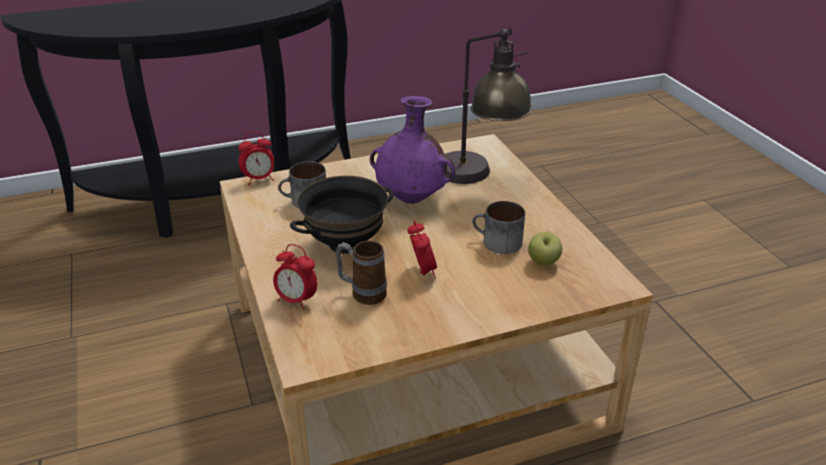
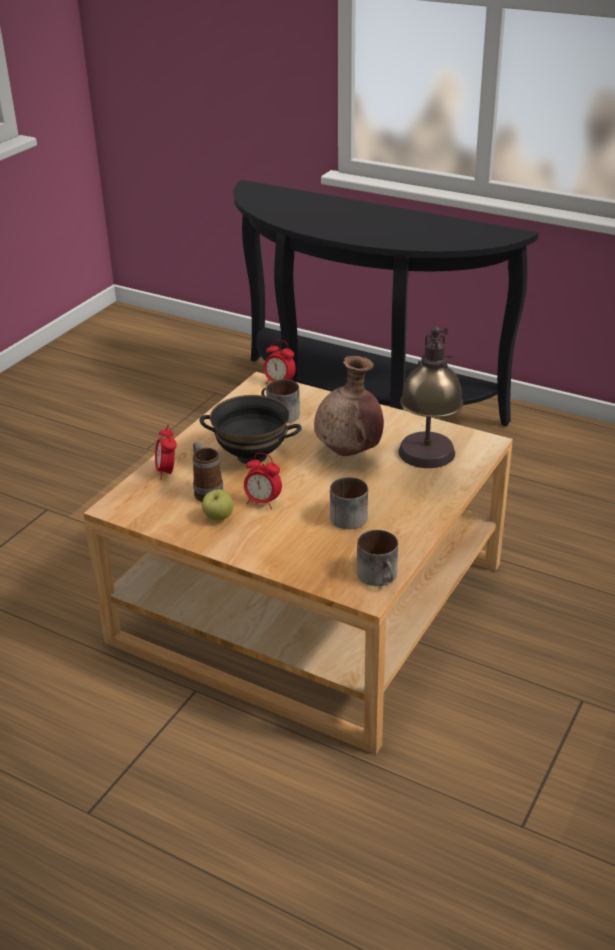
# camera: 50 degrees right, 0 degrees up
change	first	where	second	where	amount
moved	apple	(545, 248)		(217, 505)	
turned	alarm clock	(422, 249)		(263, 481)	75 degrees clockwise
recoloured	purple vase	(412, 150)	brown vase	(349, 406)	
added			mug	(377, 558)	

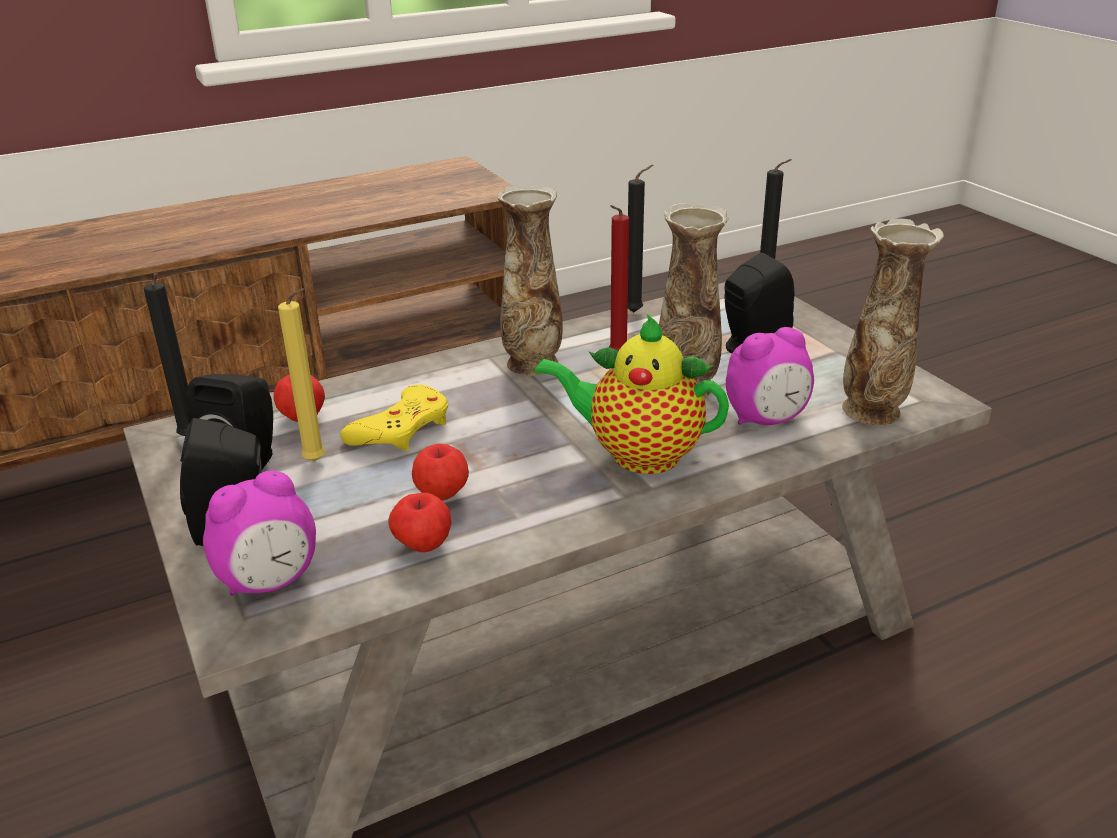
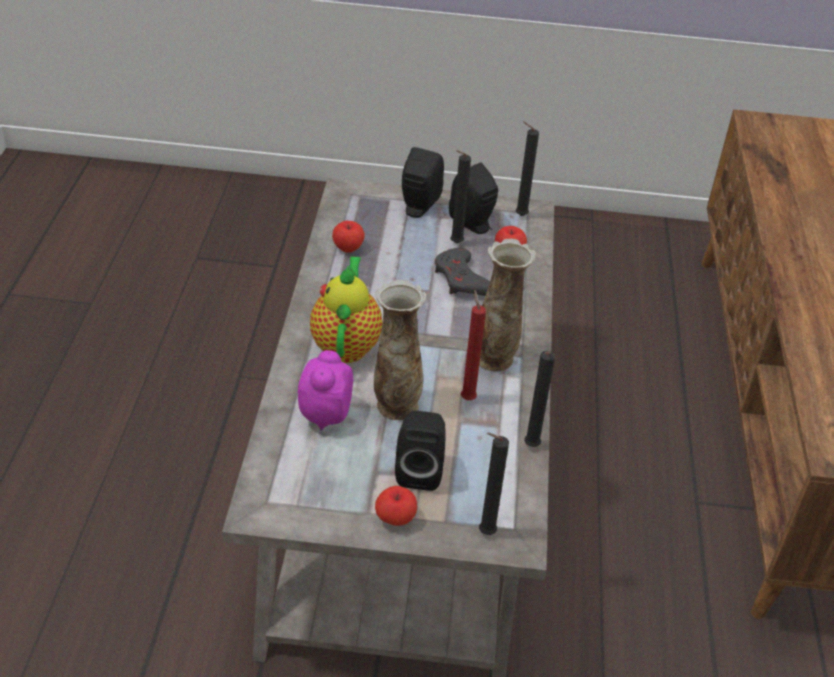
# camera: 120 degrees right, 10 degrees up
change	first	where	second	where	amount
turned	teapot	(631, 394)		(346, 309)	45 degrees counterclockwise
moved	apple	(440, 472)		(396, 506)	
recoloured	yellow game controller	(394, 418)	grey game controller	(462, 272)	
recoloured	yellow candle	(301, 374)	black candle	(460, 196)	
removed	alarm clock	(259, 533)			
removed	vase	(893, 321)			

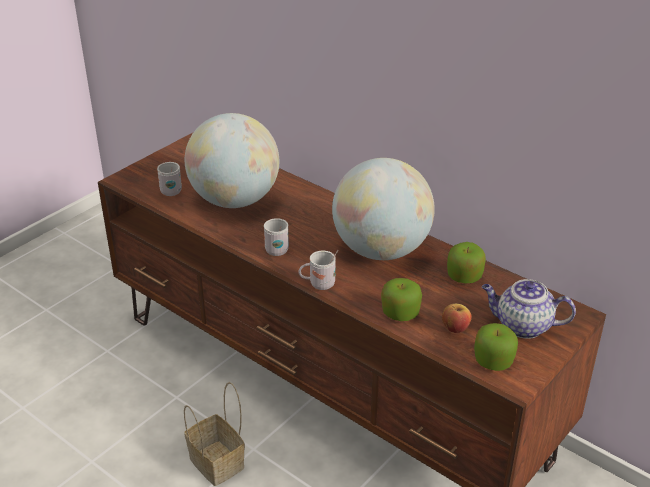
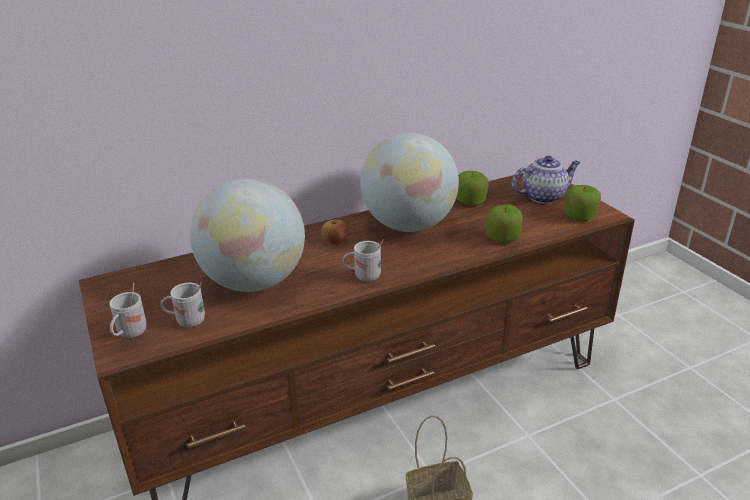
# camera: 65 degrees left, 5 degrees down
change	first	where	second	where	amount
moved	white mug	(318, 270)		(128, 310)	
moved	apple	(457, 318)		(335, 232)	
turned	teapot	(529, 309)		(546, 180)	150 degrees counterclockwise

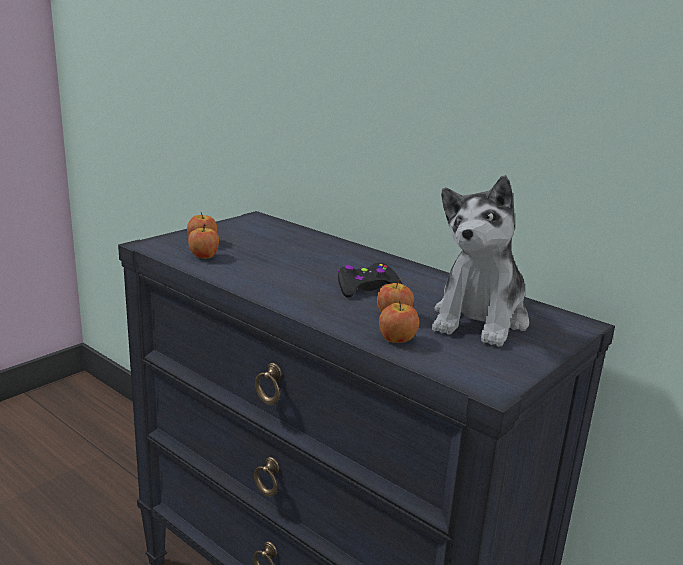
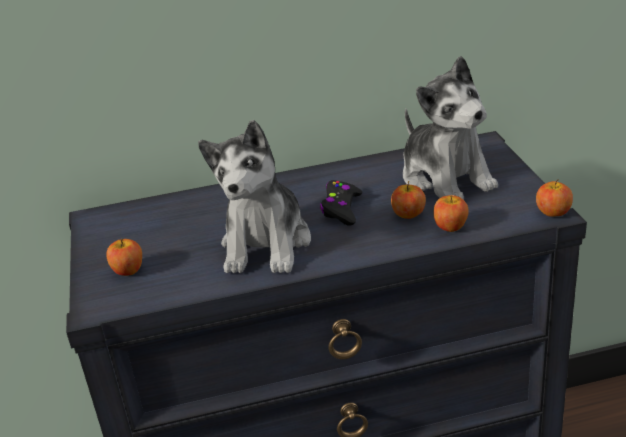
# camera: 50 degrees left, 10 degrees up
change	first	where	second	where	amount
added			plush toy	(254, 196)	
moved	apple	(203, 241)		(554, 198)	

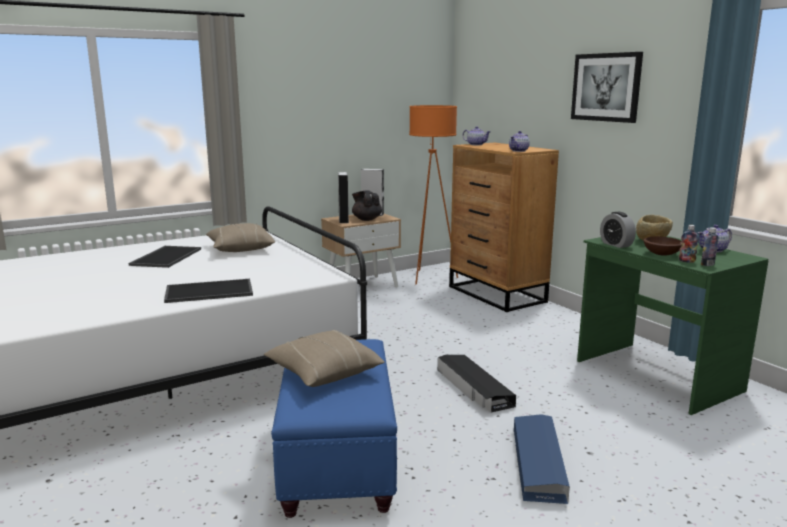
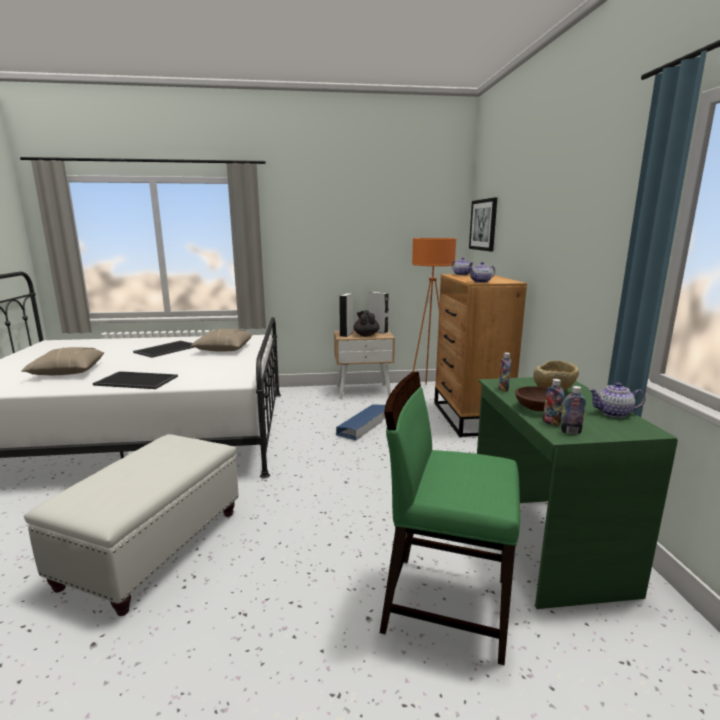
# camera: 25 degrees right, 0 degrees up
change	first	where	second	where	amount
moved	beige pillow	(324, 358)		(62, 361)	
recoloured	blue ottoman	(334, 428)	white ottoman	(131, 525)	
moved	blue storage box	(541, 459)		(360, 422)	
added			green chair	(450, 518)	
moved	picture	(607, 87)		(483, 224)	
replaced	alarm clock	(618, 230)	bottle	(505, 372)	
removed	black storage box	(477, 384)			

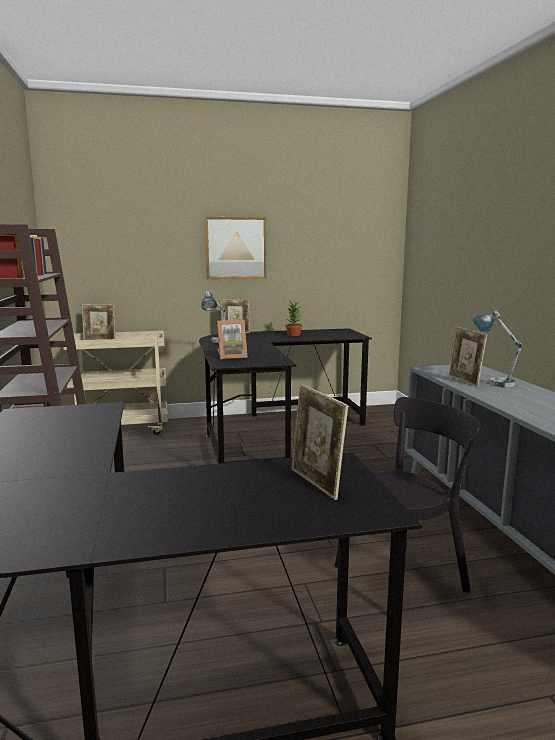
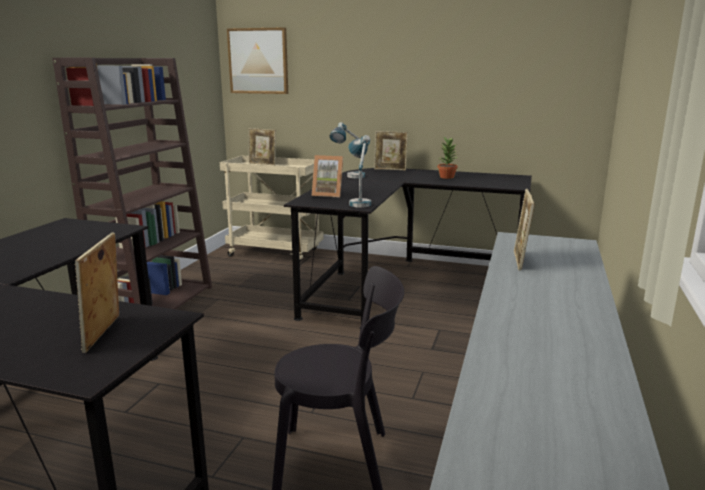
# camera: 30 degrees right, 5 degrees up
change	first	where	second	where	amount
moved	picture	(235, 248)		(257, 60)	
moved	table lamp	(497, 348)		(359, 171)	

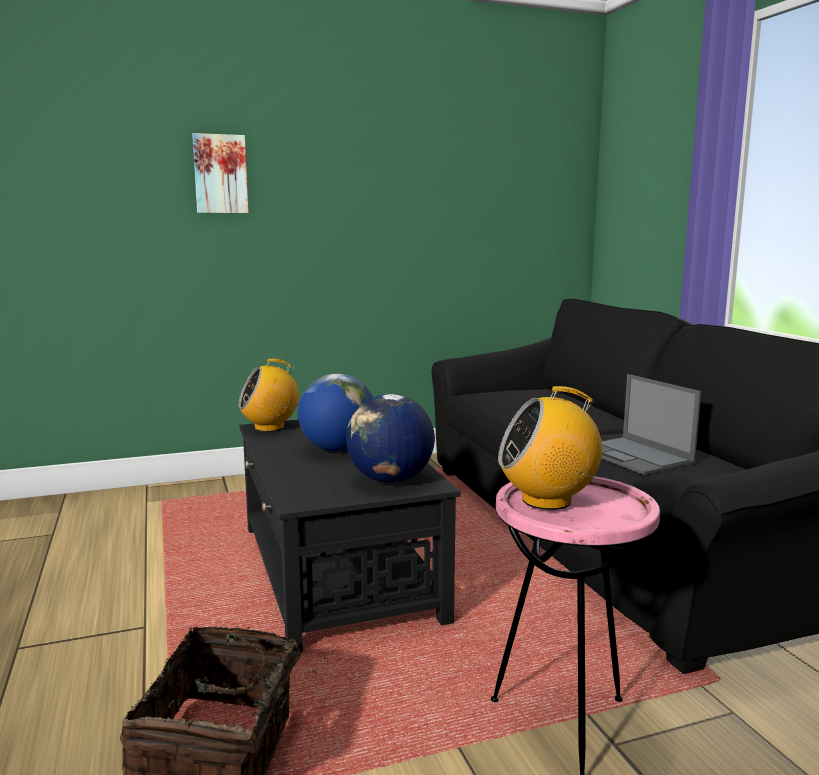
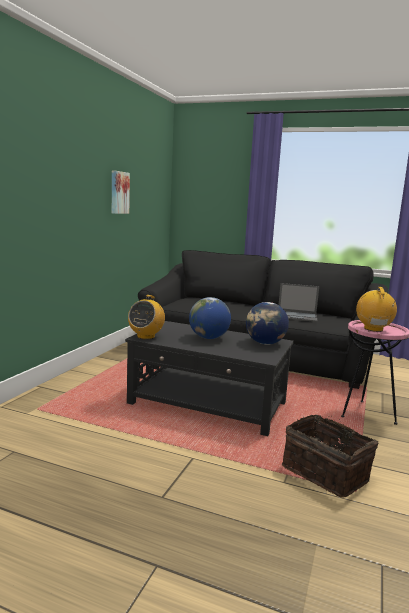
# camera: 50 degrees left, 0 degrees up
change	first	where	second	where	amount
moved	picture	(220, 173)		(121, 192)	
turned	radio	(550, 448)		(376, 309)	150 degrees clockwise

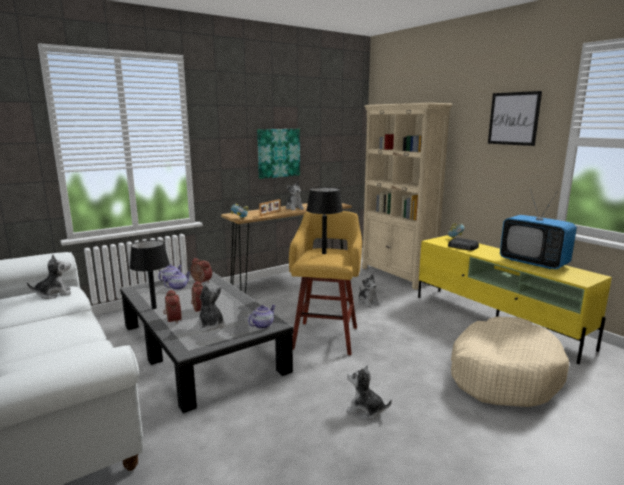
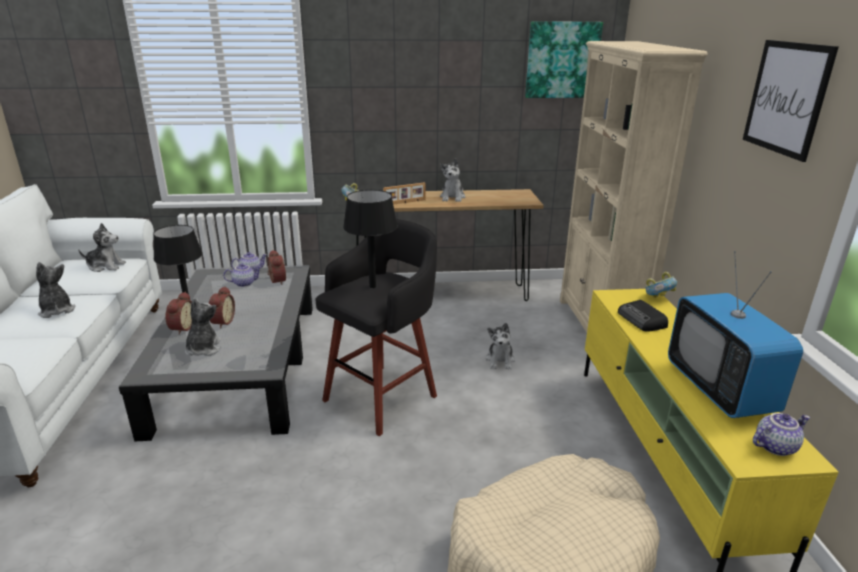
# camera: 30 degrees right, 10 degrees up
change	first	where	second	where	amount
moved	plush toy	(369, 392)		(55, 290)	
recoloured	yellow stool	(325, 283)	black stool	(376, 327)	
moved	picture	(278, 154)		(564, 59)	
moved	teapot	(262, 317)		(781, 434)	

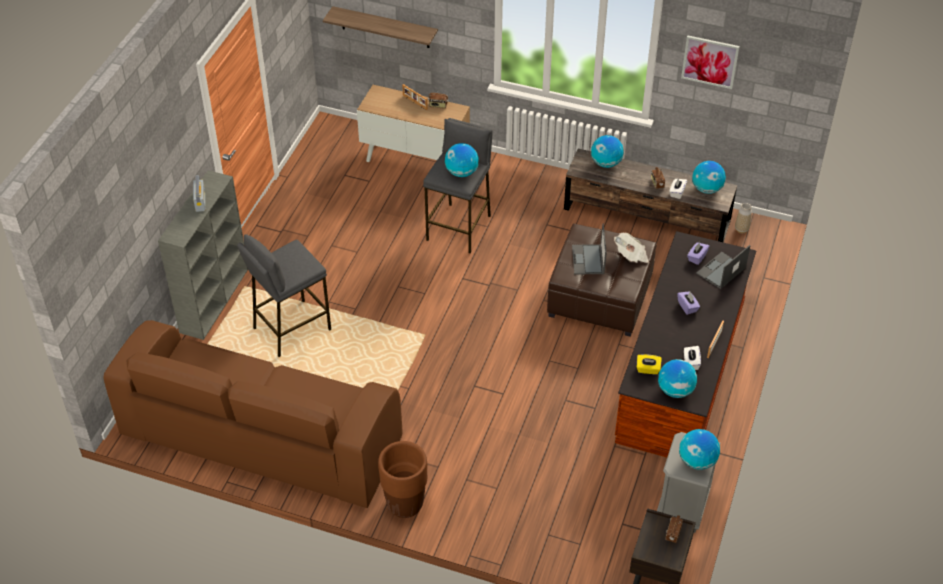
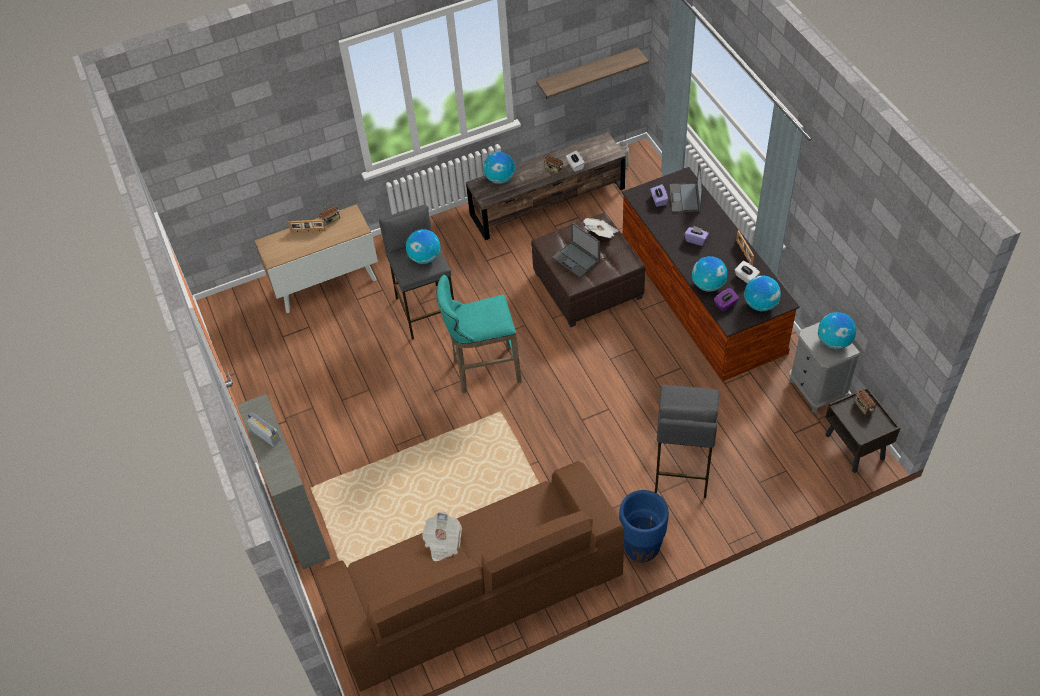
# camera: 40 degrees left, 5 degrees up
change	first	where	second	where	amount
added			newspaper	(442, 536)	
added			turquoise stool	(479, 334)	
moved	shelf	(380, 27)		(593, 73)	
recoloured	brown planter	(402, 479)	blue planter	(644, 526)	
moved	grey stool	(284, 295)		(687, 441)	
moved	globe	(709, 177)		(709, 274)	
recoloured	yellow tissue box	(649, 364)	purple tissue box	(726, 299)	
removed	picture	(710, 62)			

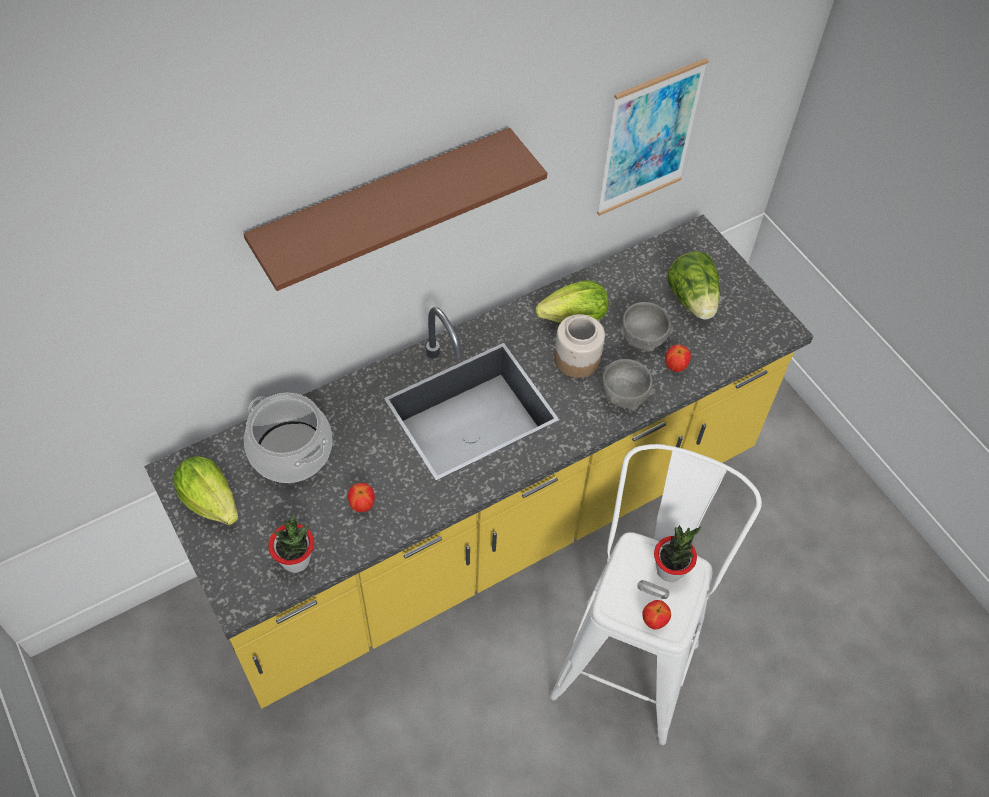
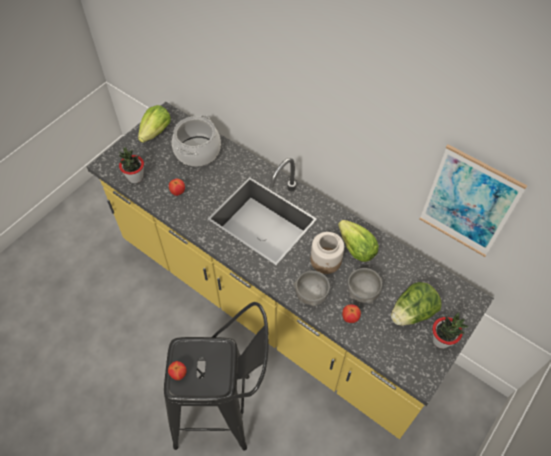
# camera: 70 degrees right, 0 degrees up
change	first	where	second	where	amount
recoloured	white stool	(656, 594)	black stool	(216, 376)	
moved	potted plant	(677, 553)		(451, 330)	
removed	brown shelf	(395, 209)			

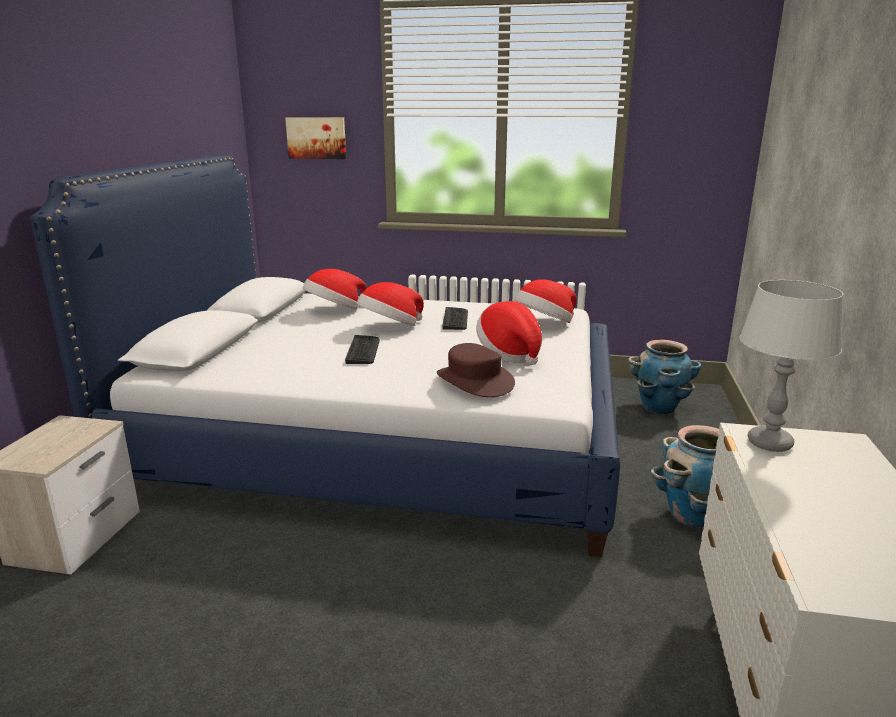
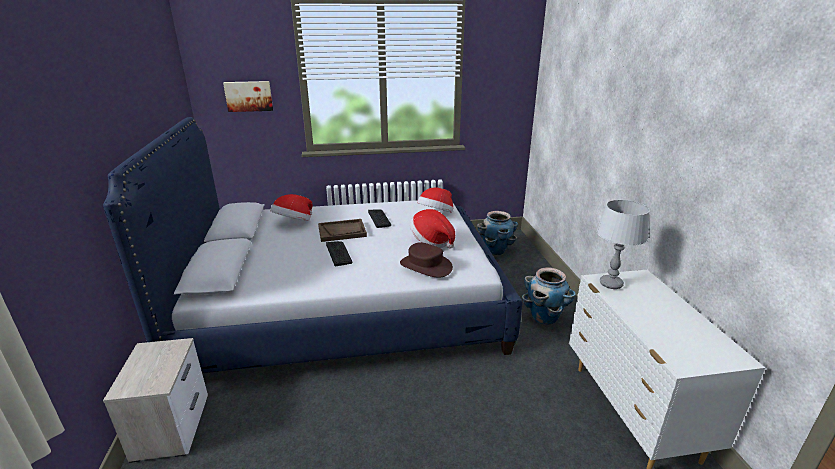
# camera: 20 degrees left, 5 degrees up
change	first	where	second	where	amount
replaced	hat	(390, 304)	brown tray	(342, 230)	

